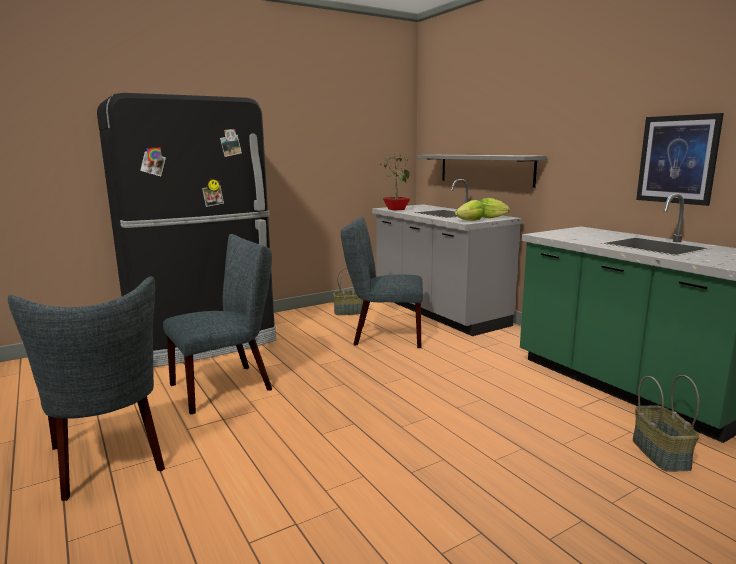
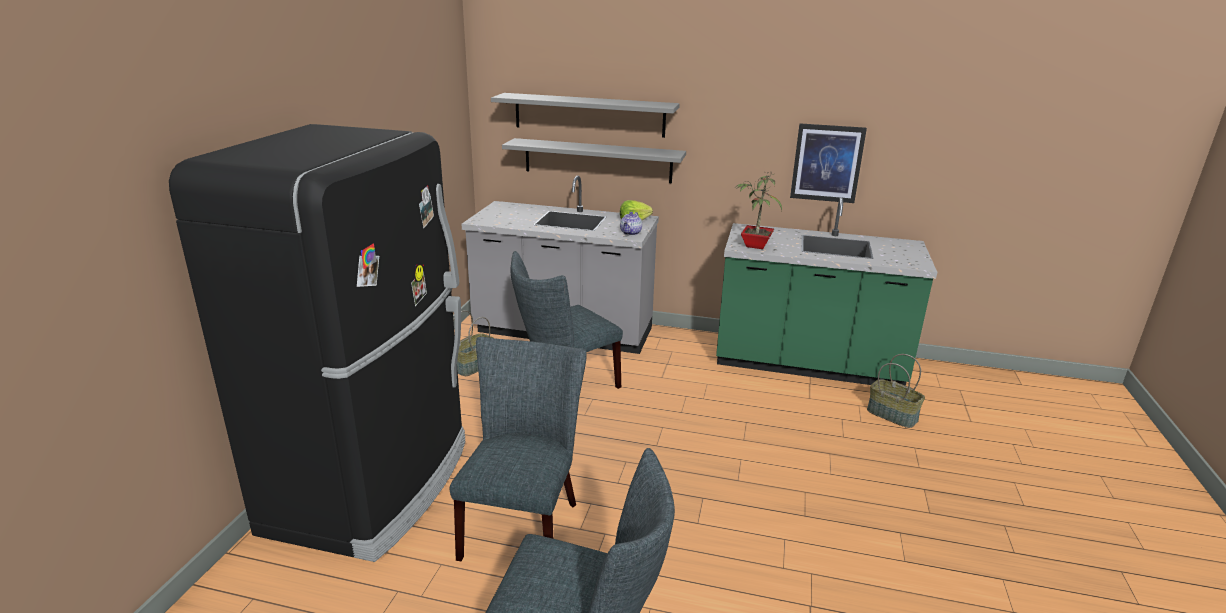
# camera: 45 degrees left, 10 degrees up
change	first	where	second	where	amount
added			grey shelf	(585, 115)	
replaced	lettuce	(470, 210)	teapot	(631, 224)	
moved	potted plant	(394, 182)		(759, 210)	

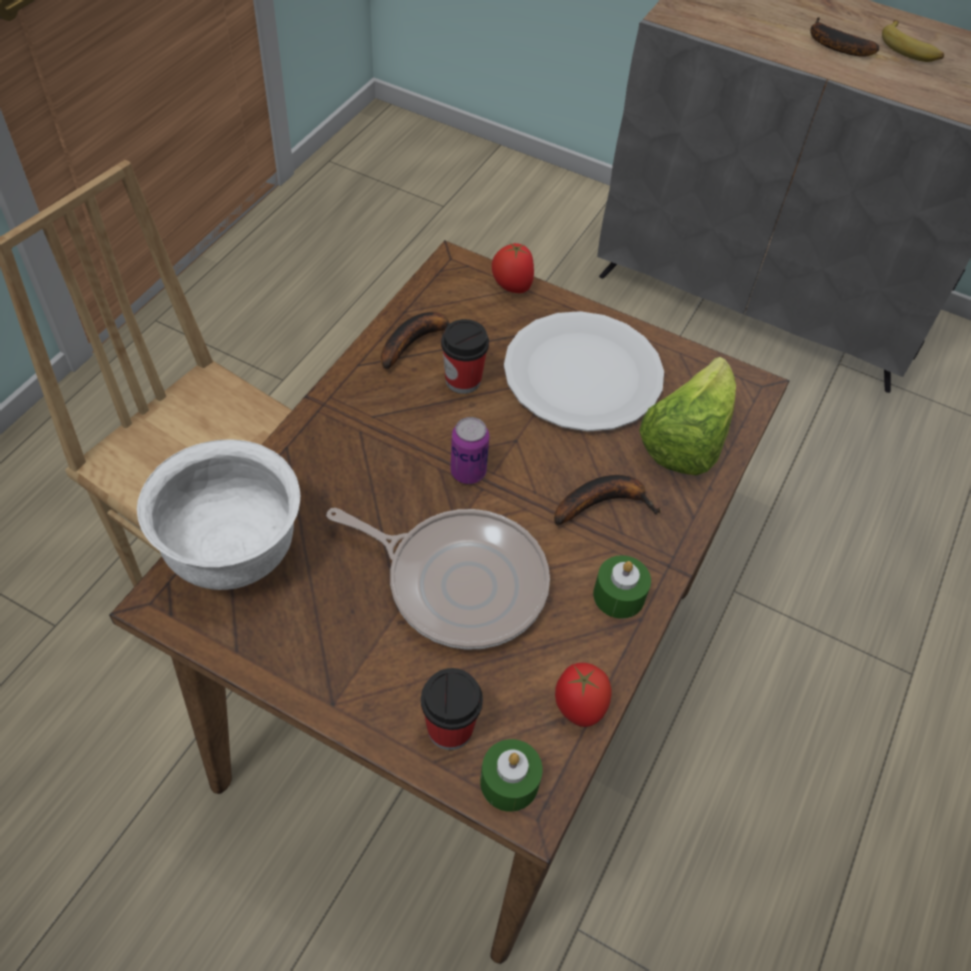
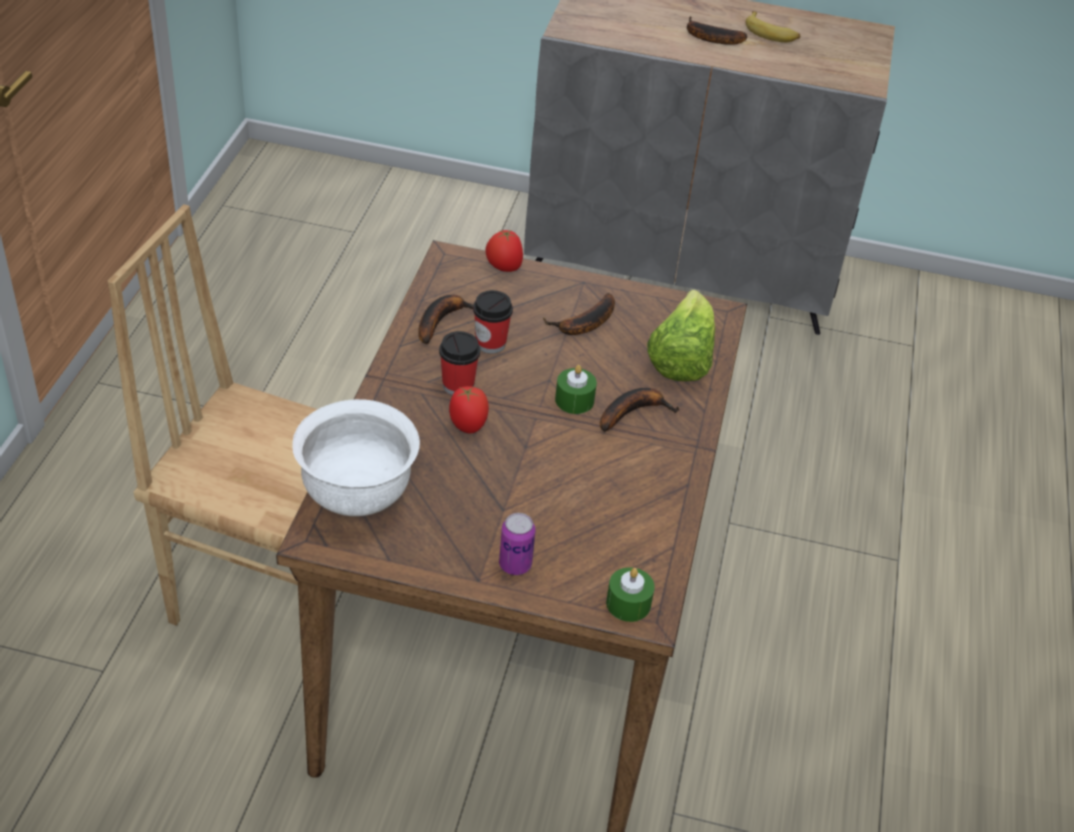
# camera: 15 degrees left, 10 degrees down
change	first	where	second	where	amount
moved	cup	(452, 709)		(459, 363)	
moved	tomato	(583, 695)		(469, 409)	
moved	can	(470, 450)		(517, 544)	
replaced	white plate	(584, 371)	banana	(579, 314)	
moved	green candle	(622, 587)		(576, 389)	
removed	frying pan	(438, 579)			

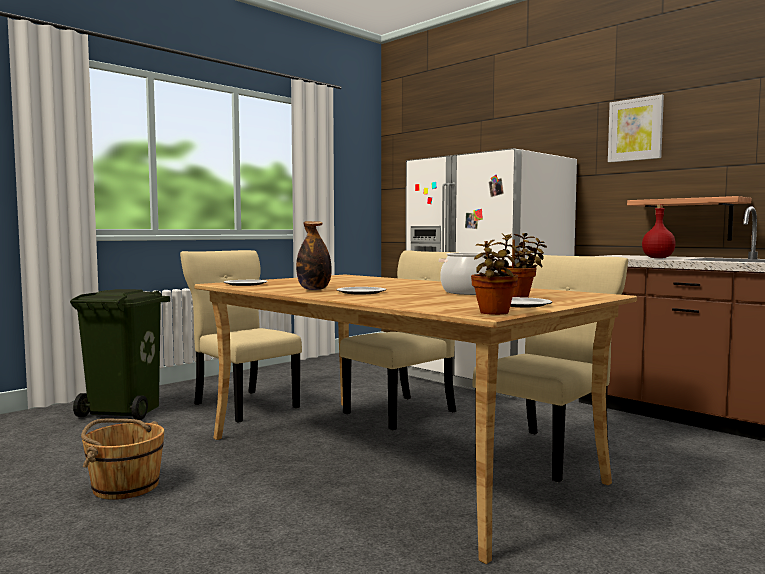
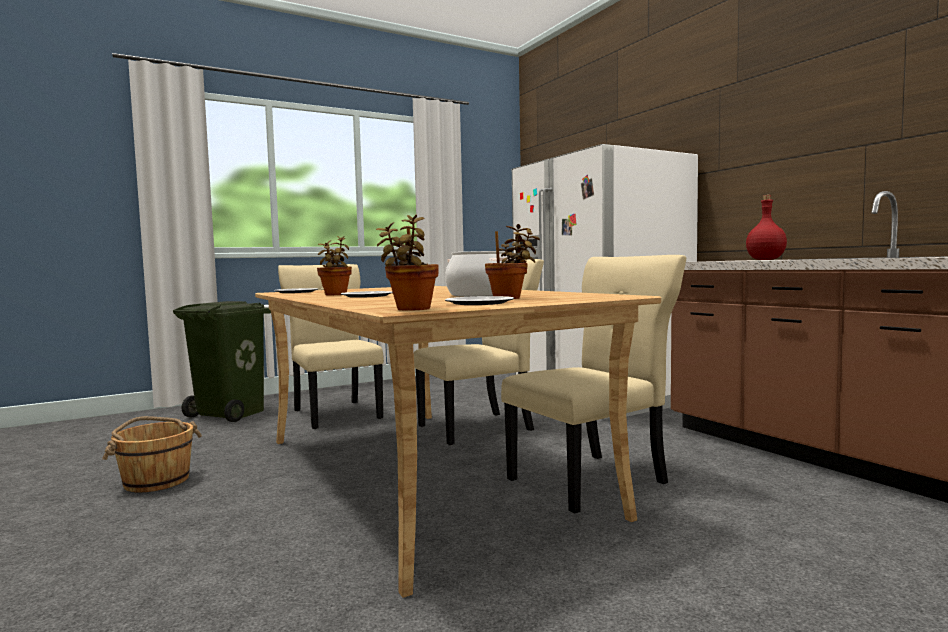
# camera: 15 degrees right, 0 degrees up
change	first	where	second	where	amount
replaced	bottle	(314, 255)	potted plant	(334, 265)	
removed	picture	(636, 129)			
removed	shelf	(689, 218)			

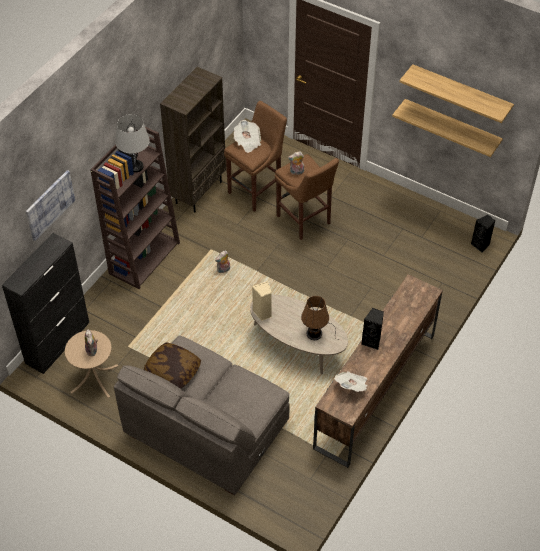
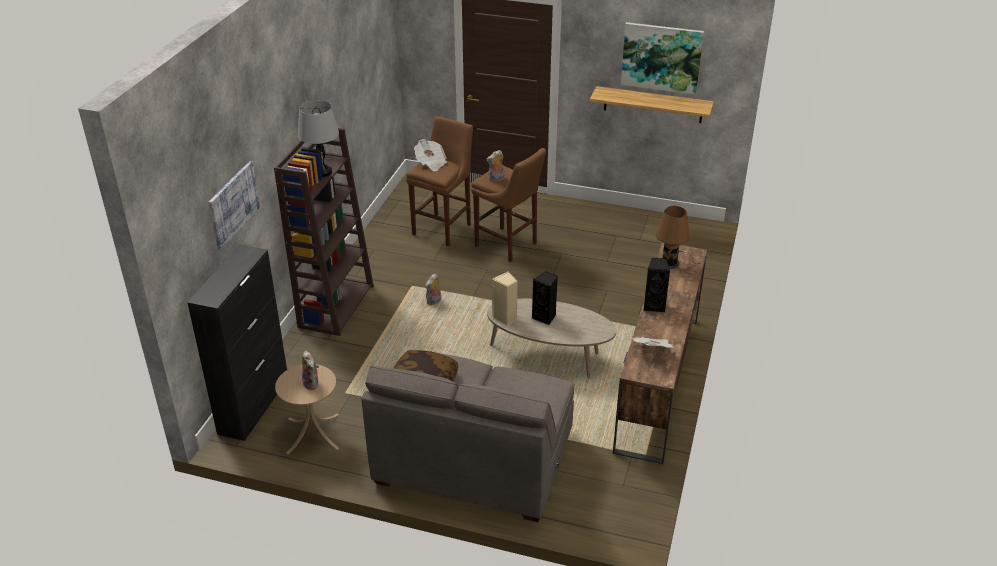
# camera: 15 degrees left, 15 degrees down
change	first	where	second	where	amount
moved	black speaker	(483, 234)		(545, 299)	
replaced	shelf	(456, 93)	picture	(662, 58)	
moved	brown table lamp	(320, 318)		(678, 237)	
removed	brown bookcase	(193, 140)			

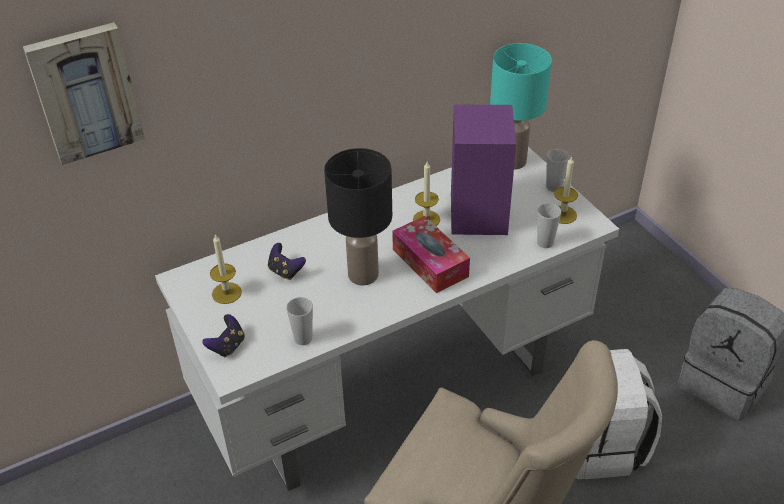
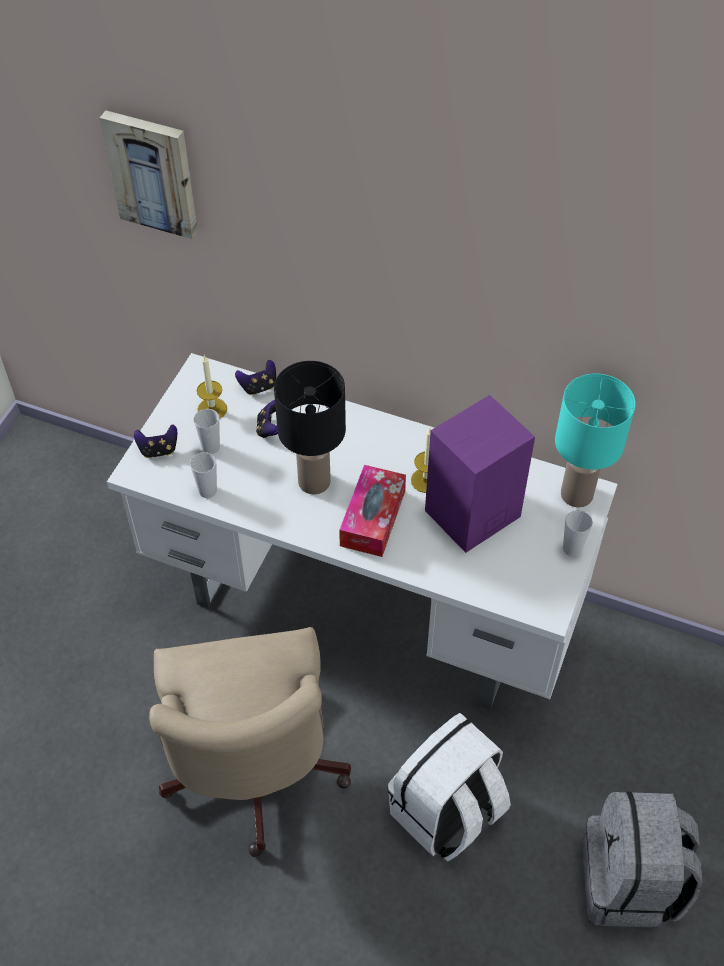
# camera: 50 degrees right, 10 degrees up
change	first	where	second	where	amount
moved	cup	(549, 225)		(207, 431)	
added			game controller	(255, 377)	
removed	candle	(566, 190)			

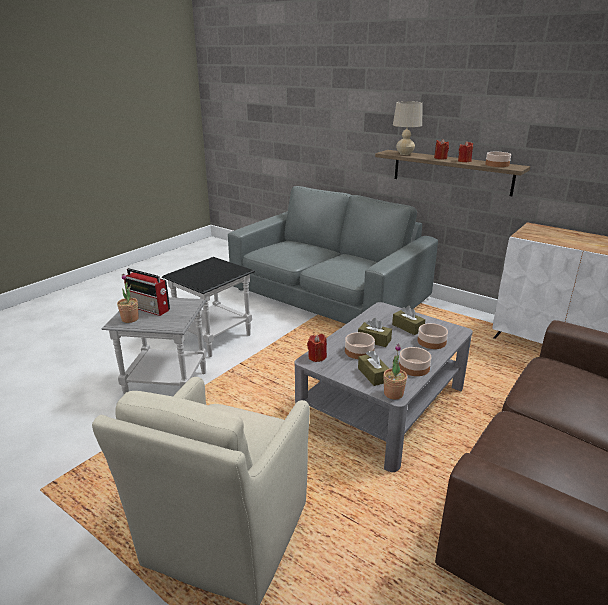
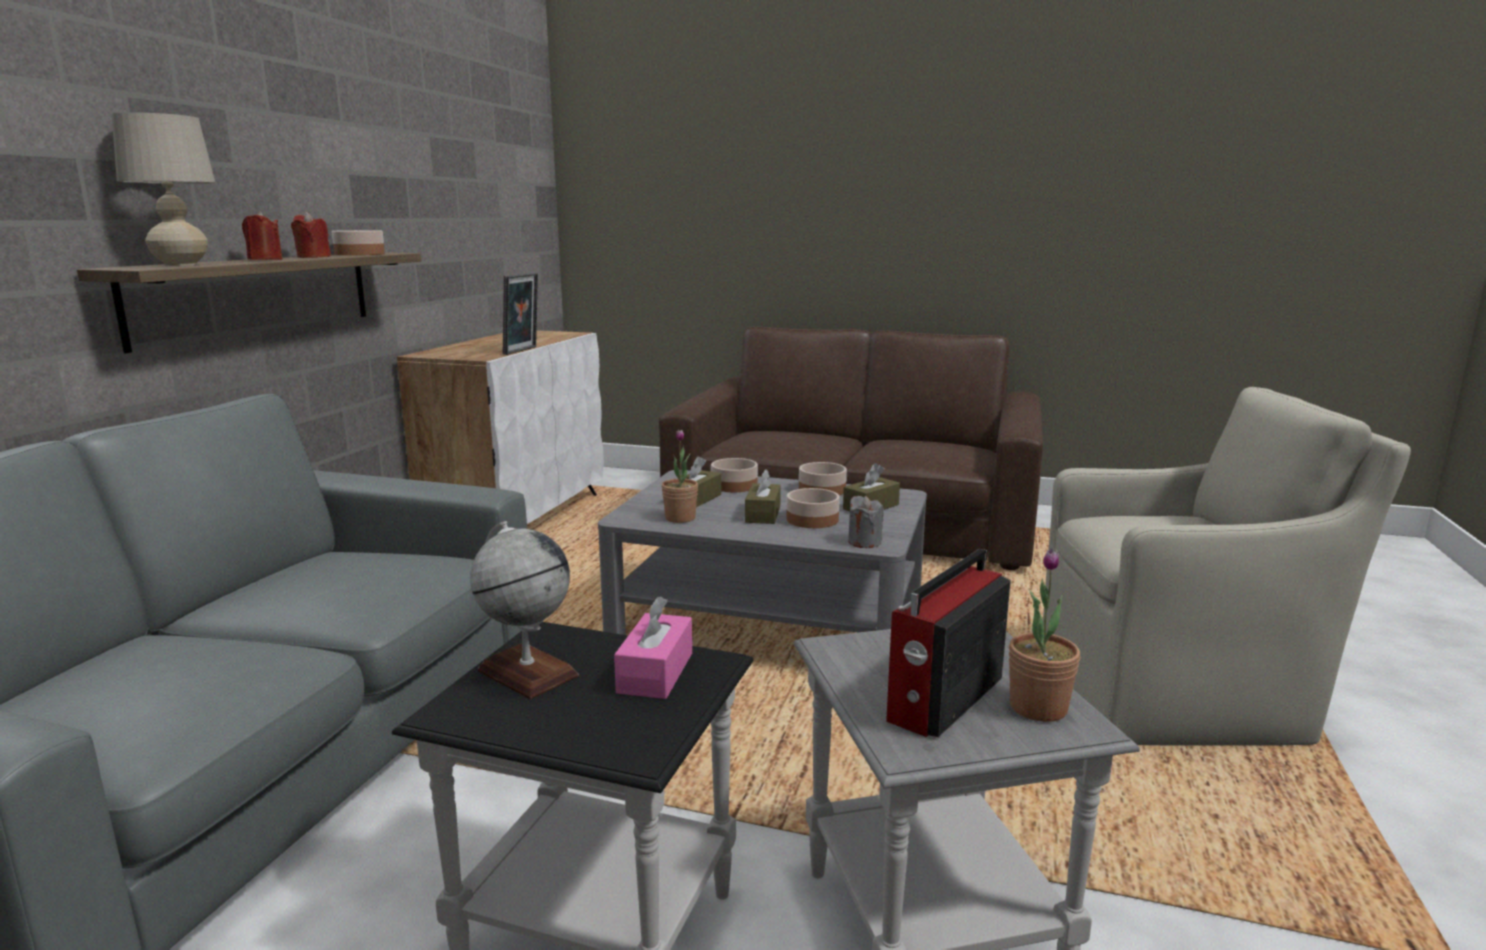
# camera: 110 degrees left, 10 degrees down
change	first	where	second	where	amount
added			globe	(524, 610)	
added			picture frame	(520, 314)	
added			pink tissue box	(653, 647)	
moved	potted plant	(395, 372)		(680, 476)	
recoloured	red candle	(317, 348)	grey candle	(866, 522)	
turned	radio	(147, 292)		(948, 643)	150 degrees counterclockwise

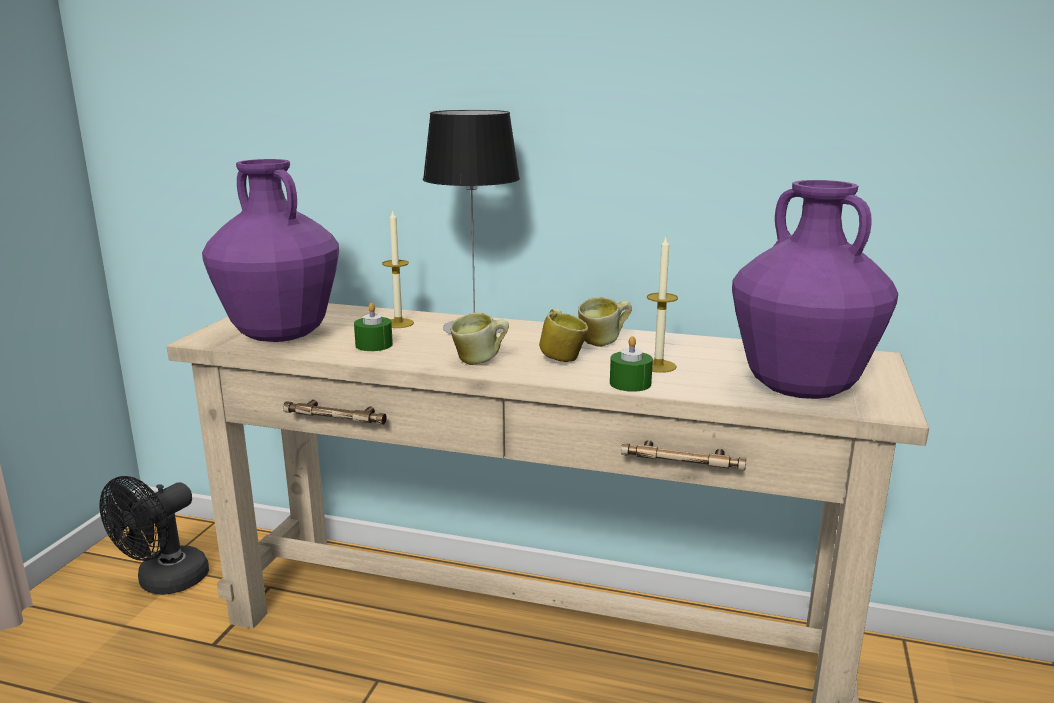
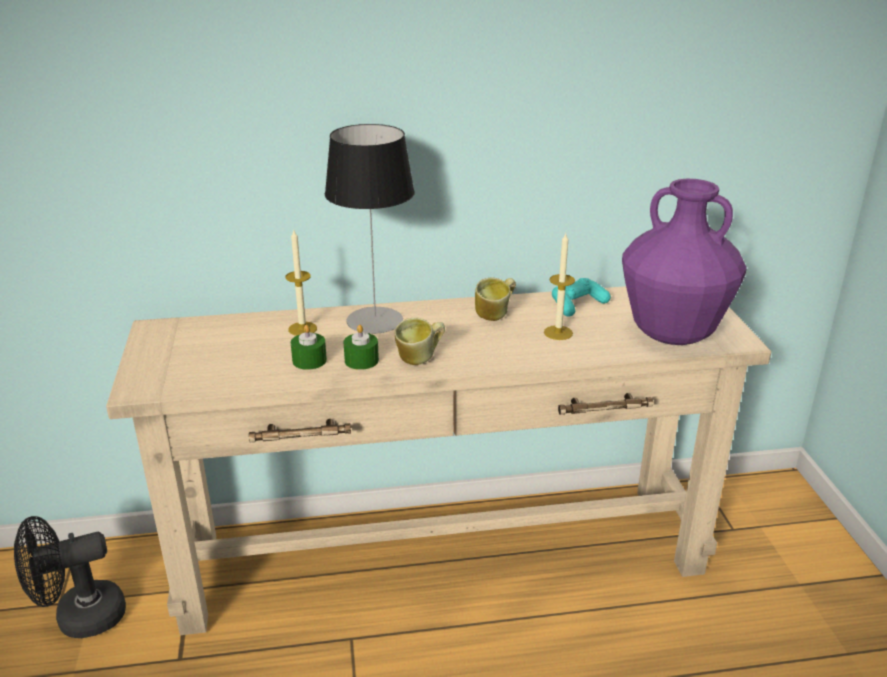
# camera: 25 degrees left, 10 degrees up
change	first	where	second	where	amount
turned	black fan	(154, 535)		(70, 577)	60 degrees clockwise
moved	green candle	(631, 364)		(361, 347)	
added			turquoise game controller	(581, 297)	
removed	purple vase	(270, 250)			
removed	mug	(563, 335)			

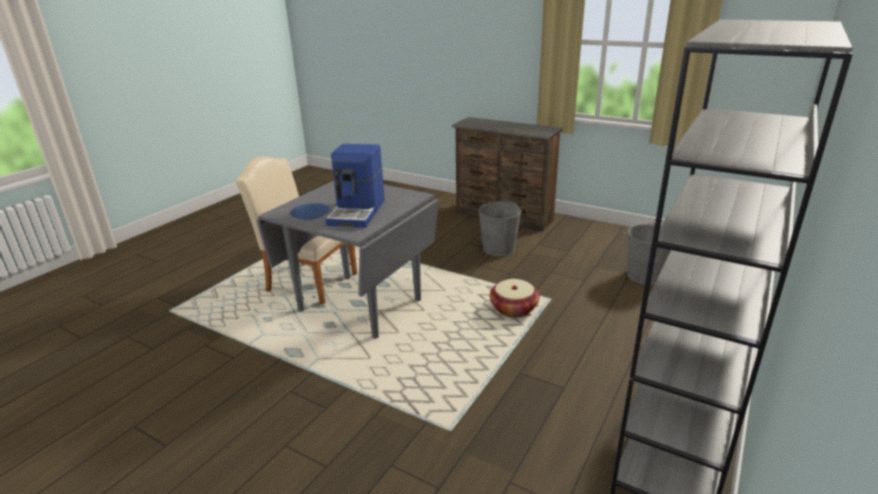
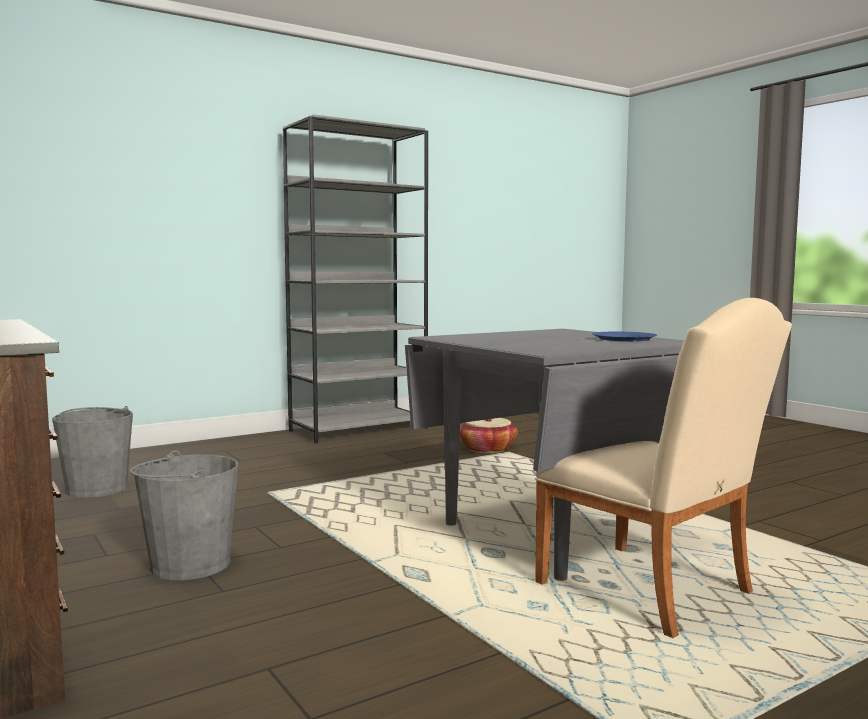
# camera: 155 degrees left, 20 degrees down
change	first	where	second	where	amount
moved	basket	(514, 298)		(489, 436)	
removed	coffee machine	(355, 186)			

